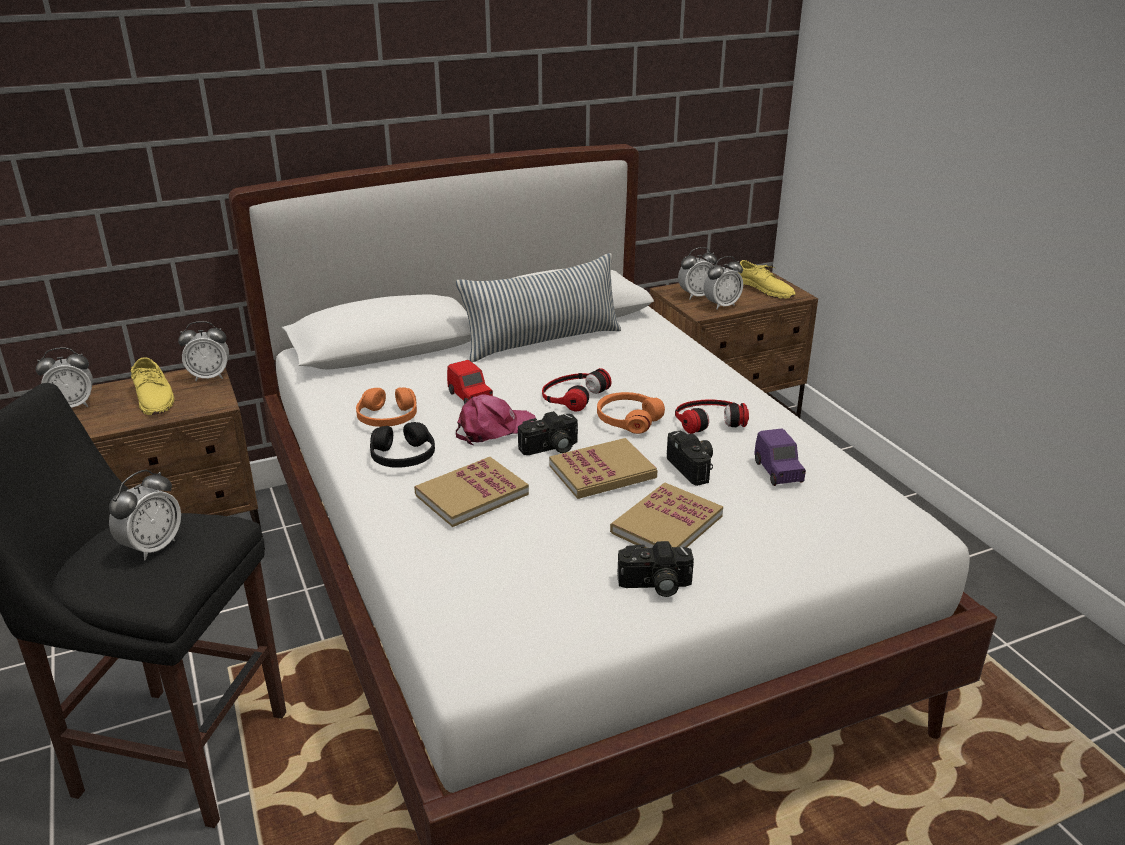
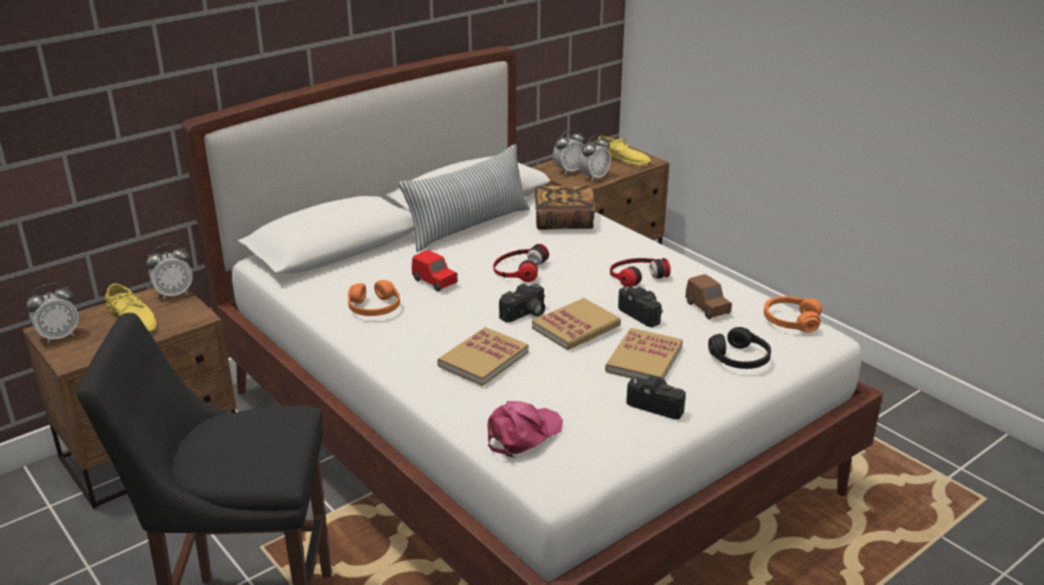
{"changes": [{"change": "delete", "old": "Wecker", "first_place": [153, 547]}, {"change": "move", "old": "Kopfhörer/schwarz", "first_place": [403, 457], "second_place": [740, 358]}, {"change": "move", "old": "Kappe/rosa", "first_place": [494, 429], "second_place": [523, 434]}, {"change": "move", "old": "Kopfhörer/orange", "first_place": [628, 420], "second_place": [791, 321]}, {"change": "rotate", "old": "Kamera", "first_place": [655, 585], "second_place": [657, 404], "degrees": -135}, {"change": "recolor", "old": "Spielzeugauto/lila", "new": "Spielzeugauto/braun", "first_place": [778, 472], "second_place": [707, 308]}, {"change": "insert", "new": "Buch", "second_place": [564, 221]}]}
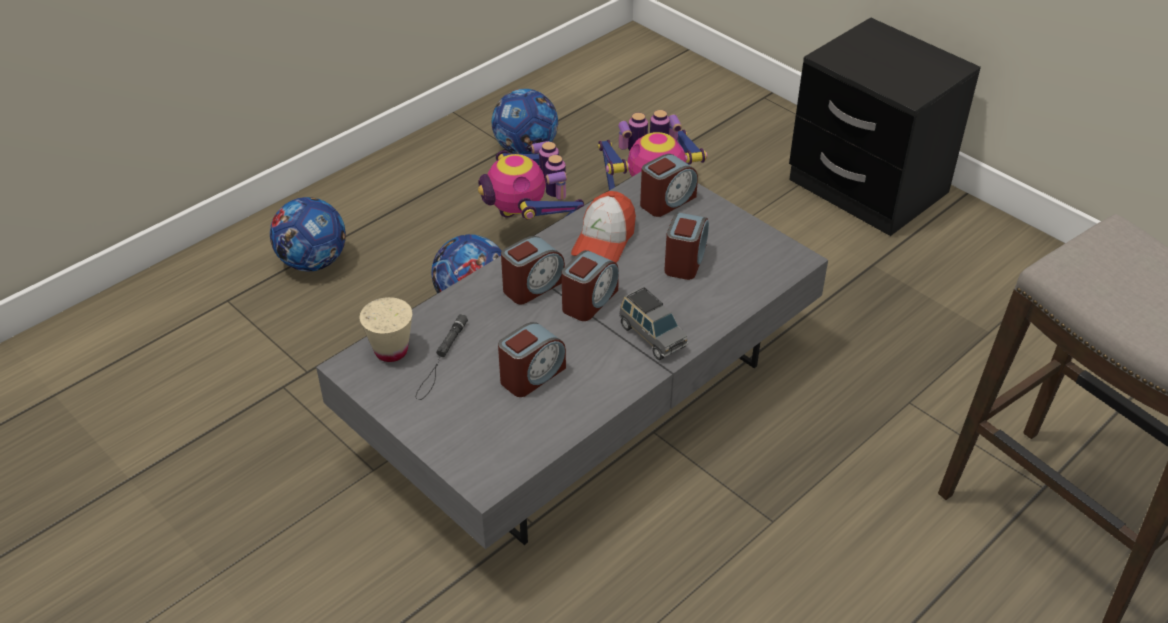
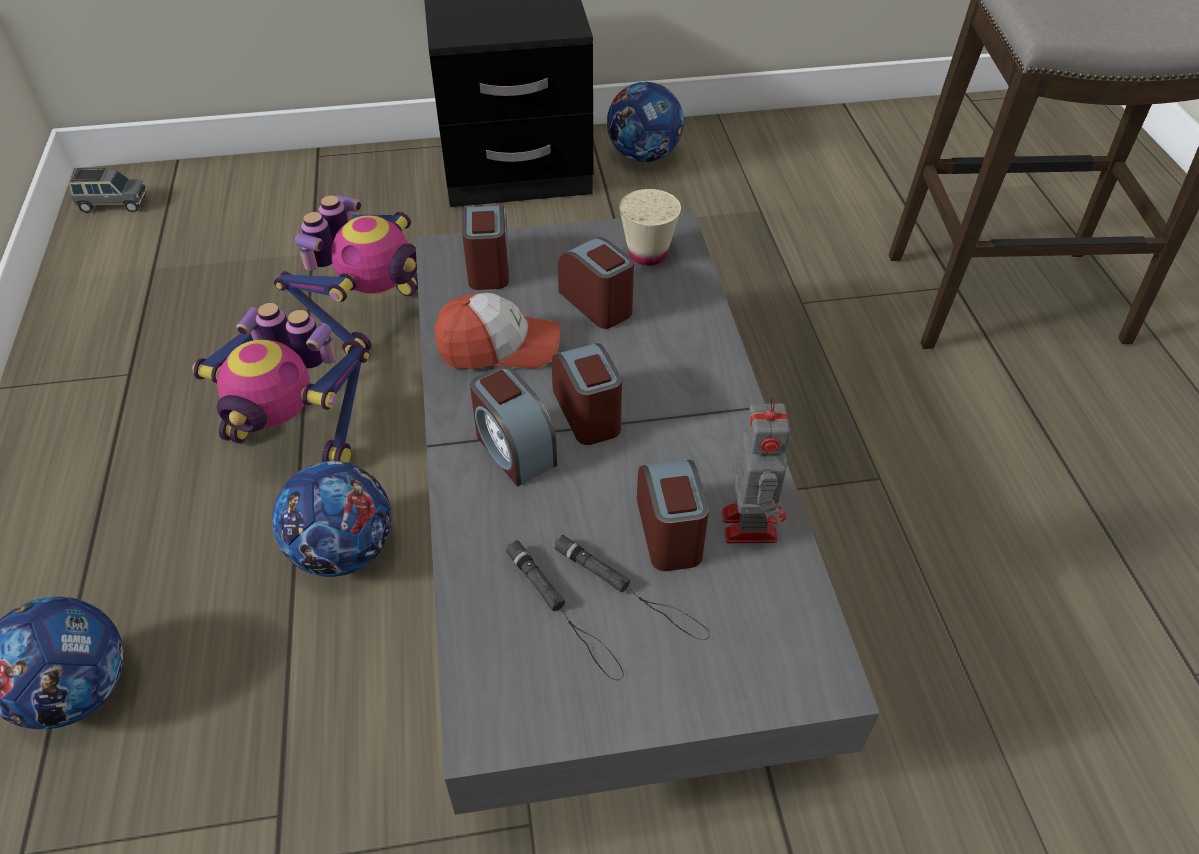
{"changes": [{"change": "move", "old": "Tasse/beige", "first_place": [391, 351], "second_place": [647, 254]}, {"change": "move", "old": "Fußball", "first_place": [526, 149], "second_place": [643, 155]}, {"change": "rotate", "old": "Wecker", "first_place": [533, 286], "second_place": [513, 449], "degrees": 150}, {"change": "rotate", "old": "Kappe", "first_place": [604, 240], "second_place": [499, 347], "degrees": -60}, {"change": "move", "old": "Spielzeugauto/grau", "first_place": [651, 336], "second_place": [113, 204]}, {"change": "insert", "new": "Taschenlampe/schwarz", "second_place": [631, 591]}, {"change": "insert", "new": "Spielzeugroboter", "second_place": [748, 522]}]}
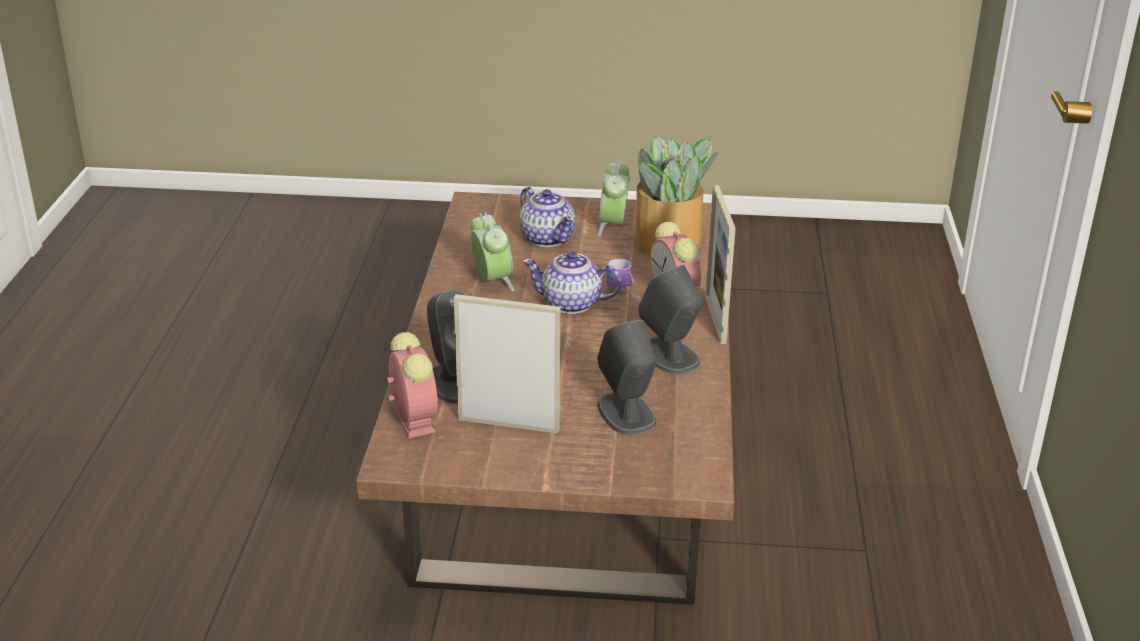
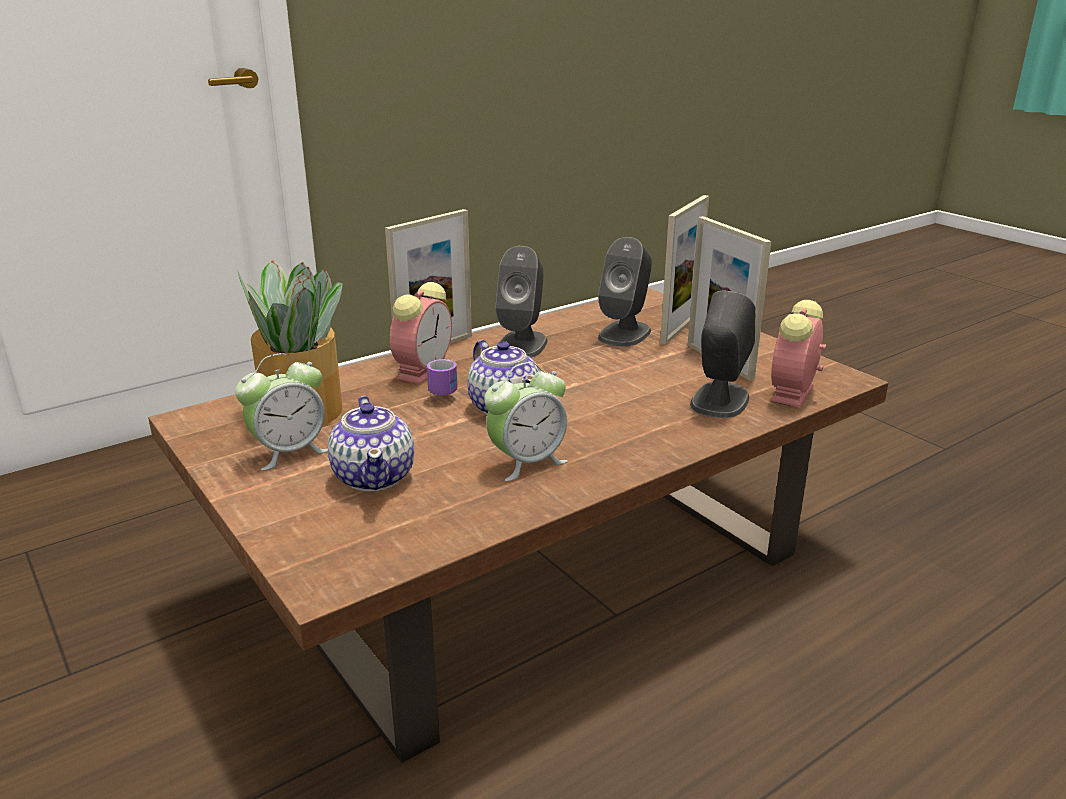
{"changes": [{"change": "rotate", "old": "Wecker", "first_place": [492, 281], "second_place": [527, 462], "degrees": -150}, {"change": "rotate", "old": "Teekanne", "first_place": [547, 238], "second_place": [375, 476], "degrees": 150}, {"change": "insert", "new": "Bilderrahmen", "second_place": [680, 328]}]}
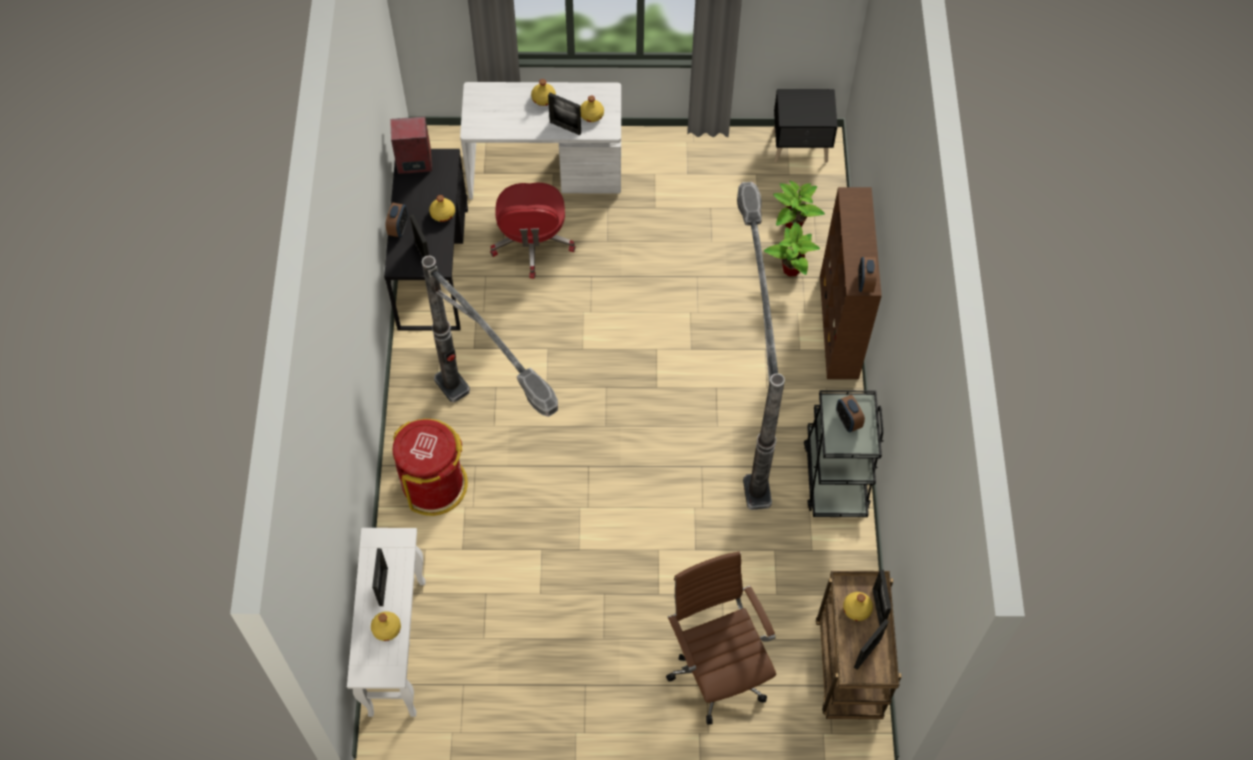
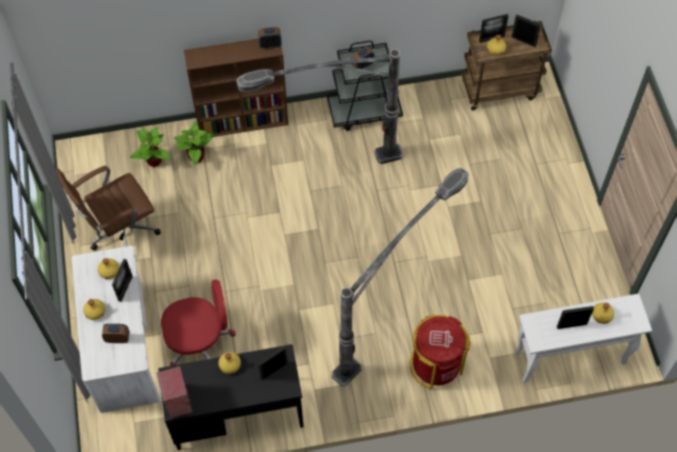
{"changes": [{"change": "move", "old": "Wecker", "first_place": [398, 228], "second_place": [118, 338]}, {"change": "move", "old": "Bürostuhl/braun", "first_place": [717, 669], "second_place": [120, 234]}, {"change": "delete", "old": "Nachttisch/schwarz", "first_place": [801, 148]}]}
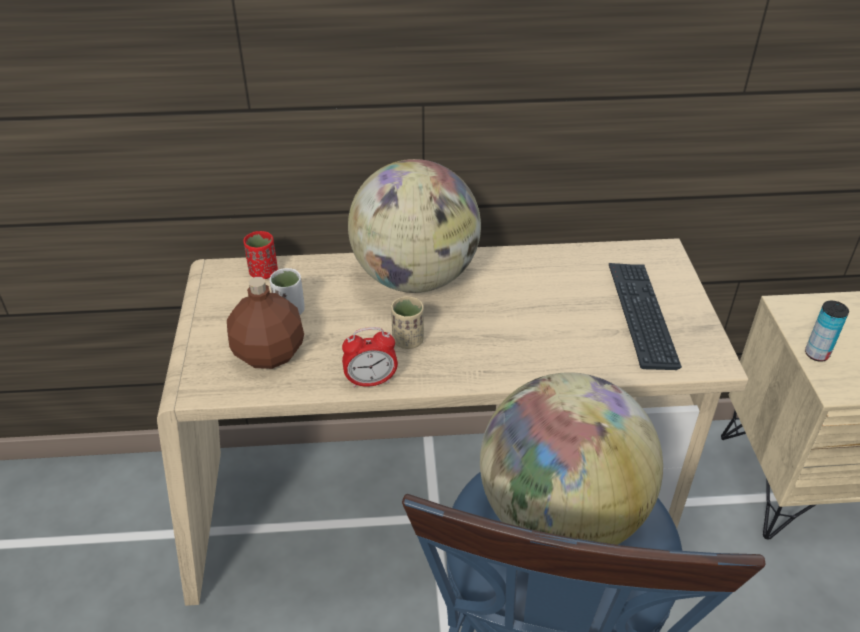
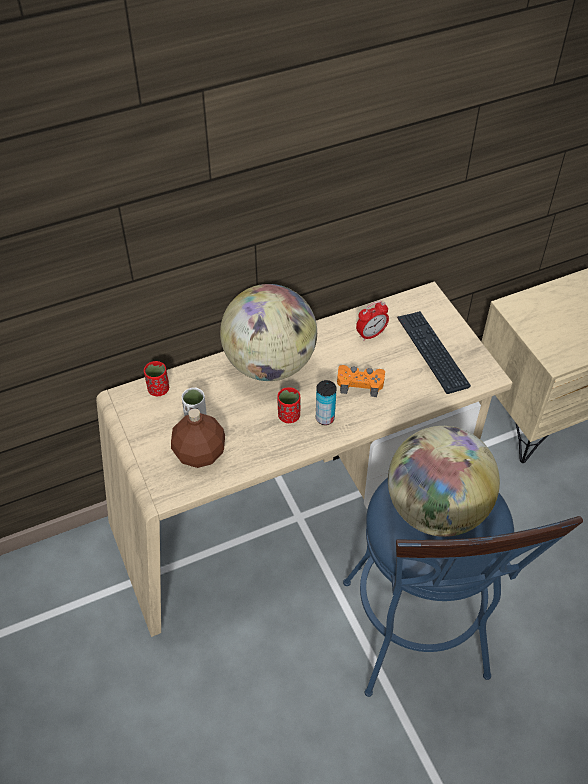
{"changes": [{"change": "move", "old": "Wecker", "first_place": [371, 381], "second_place": [371, 334]}, {"change": "recolor", "old": "Tasse/beige", "new": "Tasse/rot", "first_place": [408, 340], "second_place": [289, 416]}, {"change": "move", "old": "Dose", "first_place": [816, 354], "second_place": [325, 418]}, {"change": "insert", "new": "Gamepad/orange", "second_place": [360, 383]}]}
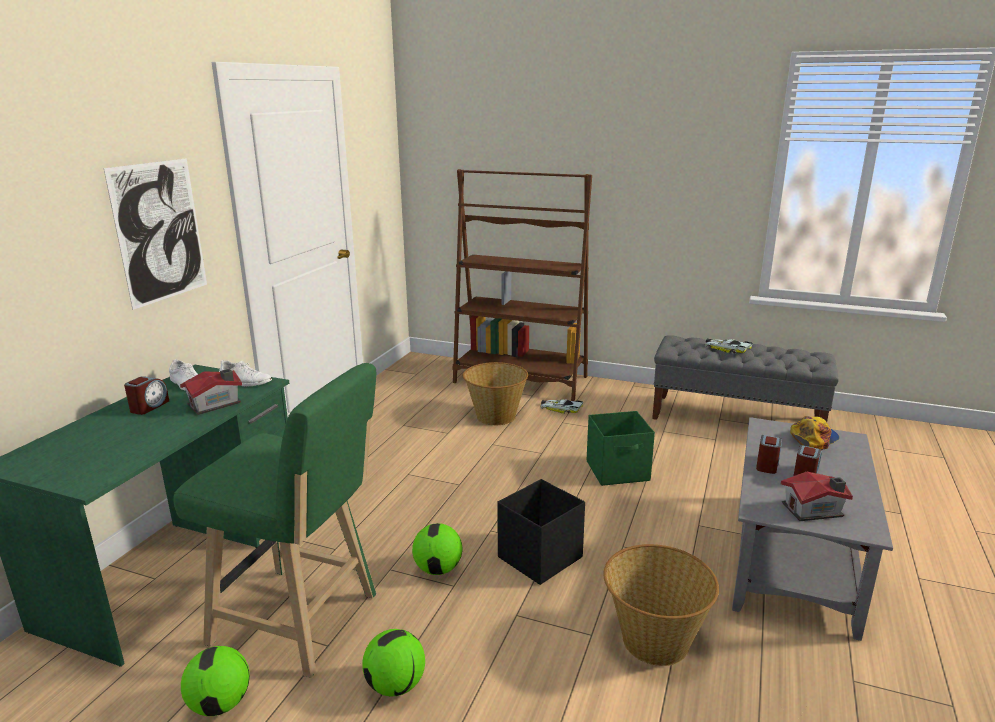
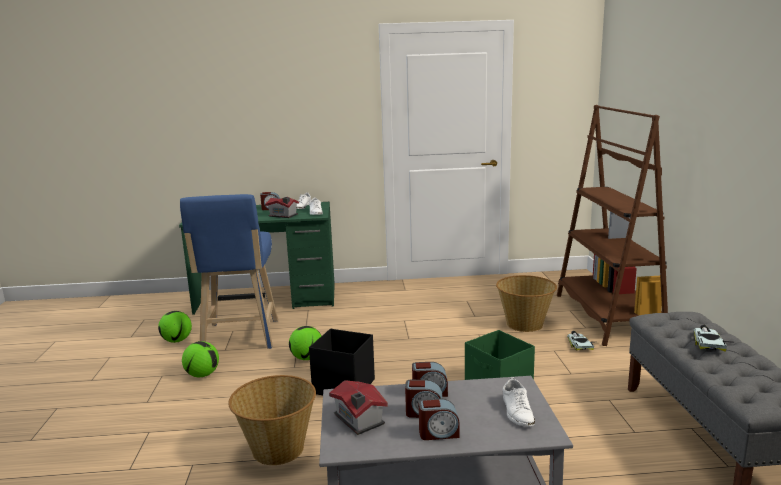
{"changes": [{"change": "delete", "old": "Bild", "first_place": [160, 232]}, {"change": "recolor", "old": "Hocker/grün", "new": "Hocker/blau", "first_place": [302, 621], "second_place": [240, 338]}, {"change": "replace", "old": "Kappe", "new": "Schuh/weiß", "first_place": [813, 438], "second_place": [517, 411]}, {"change": "insert", "new": "Wecker", "second_place": [438, 433]}]}
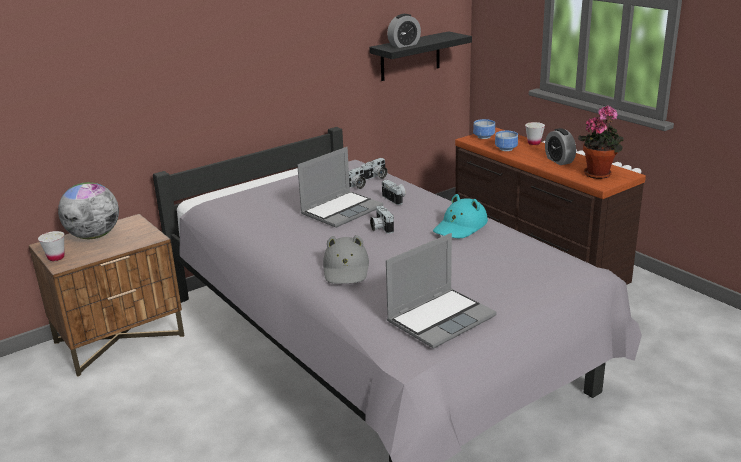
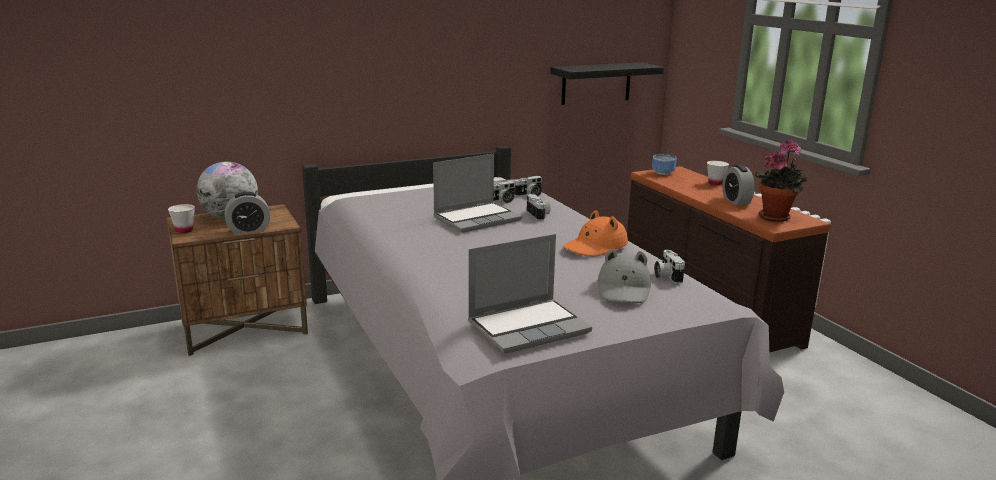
{"changes": [{"change": "move", "old": "Hut/grau", "first_place": [346, 269], "second_place": [624, 289]}, {"change": "move", "old": "Kamera", "first_place": [380, 228], "second_place": [666, 276]}, {"change": "move", "old": "Wecker", "first_place": [404, 45], "second_place": [249, 230]}, {"change": "recolor", "old": "Hut/türkis", "new": "Hut/orange", "first_place": [460, 227], "second_place": [595, 246]}, {"change": "delete", "old": "Schüssel", "first_place": [505, 148]}]}
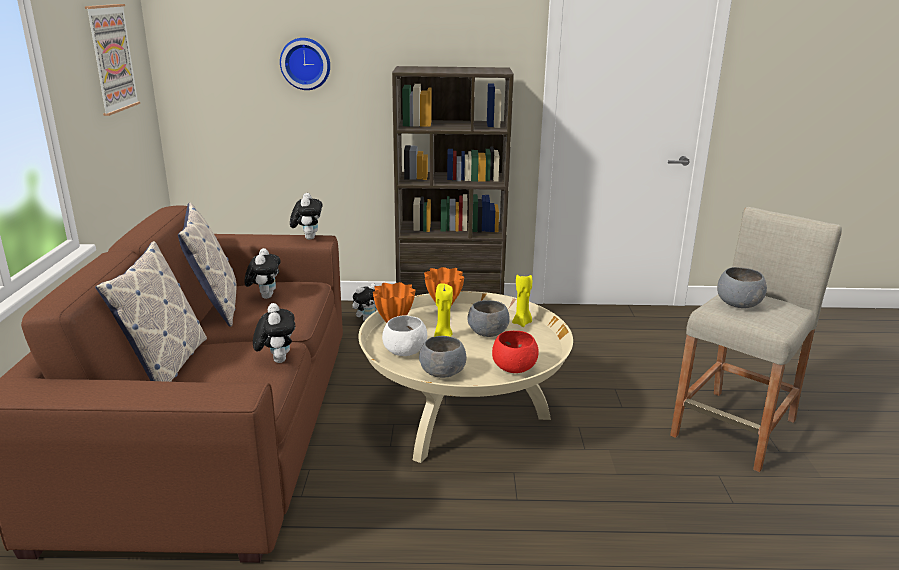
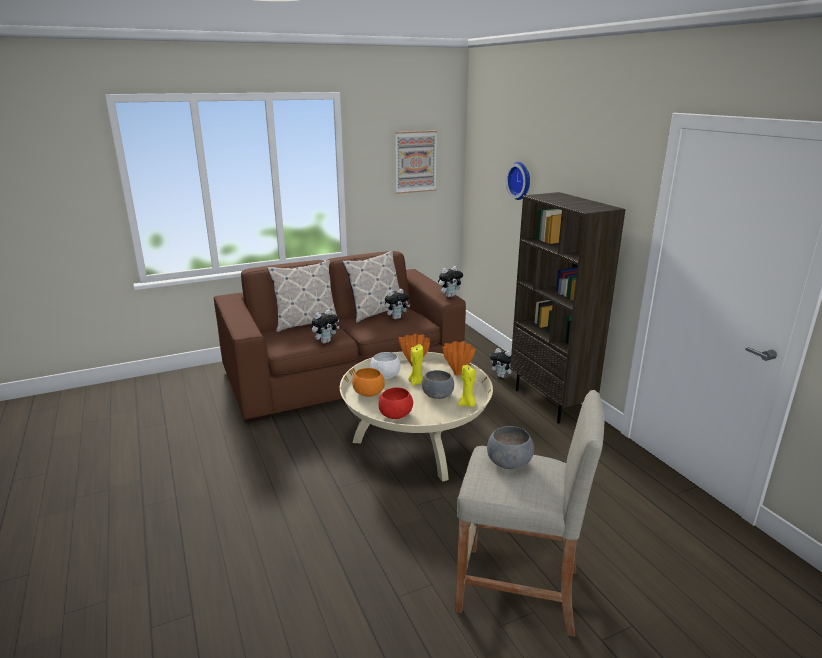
{"changes": [{"change": "recolor", "old": "Schüssel/grau", "new": "Schüssel/orange", "first_place": [443, 372], "second_place": [369, 393]}]}
